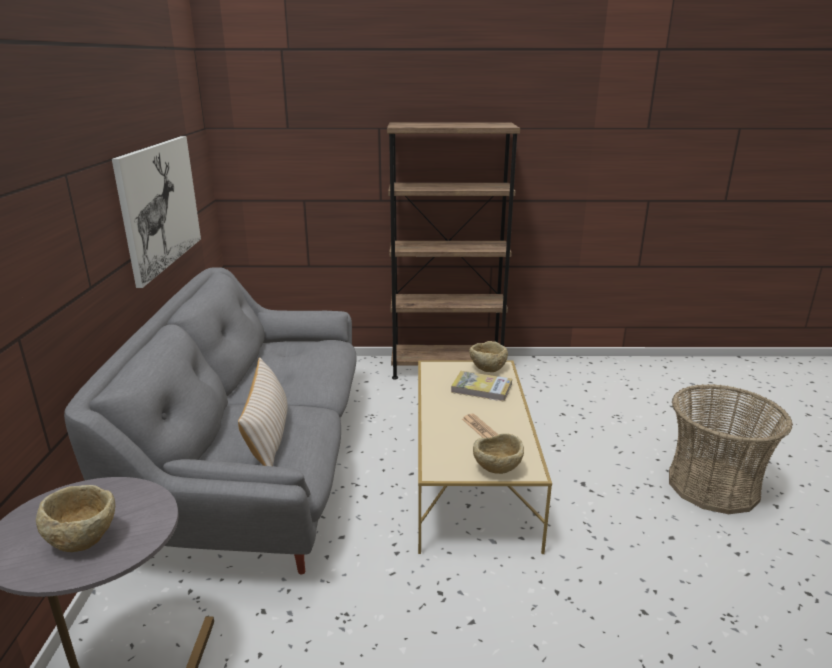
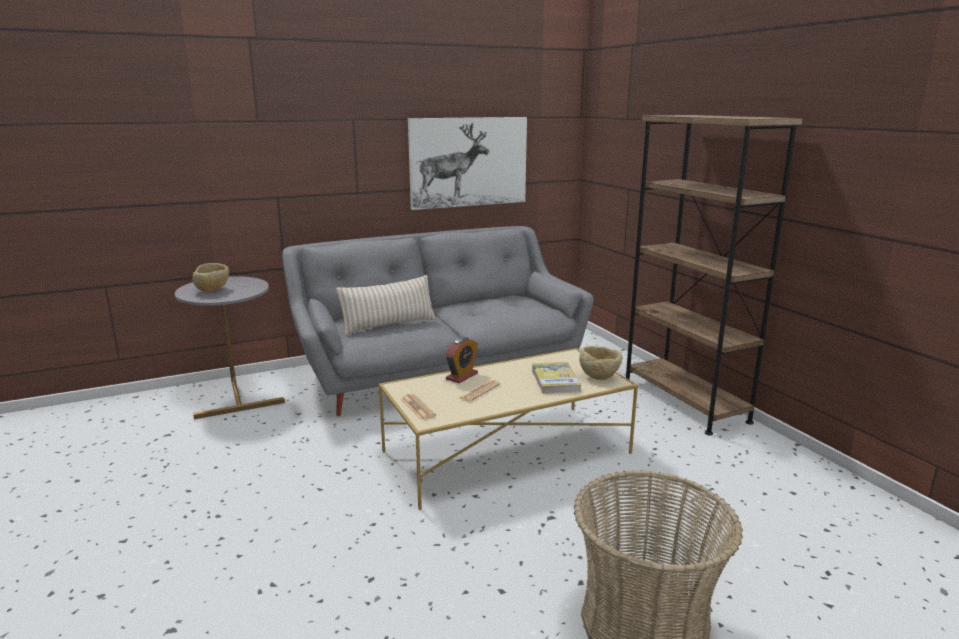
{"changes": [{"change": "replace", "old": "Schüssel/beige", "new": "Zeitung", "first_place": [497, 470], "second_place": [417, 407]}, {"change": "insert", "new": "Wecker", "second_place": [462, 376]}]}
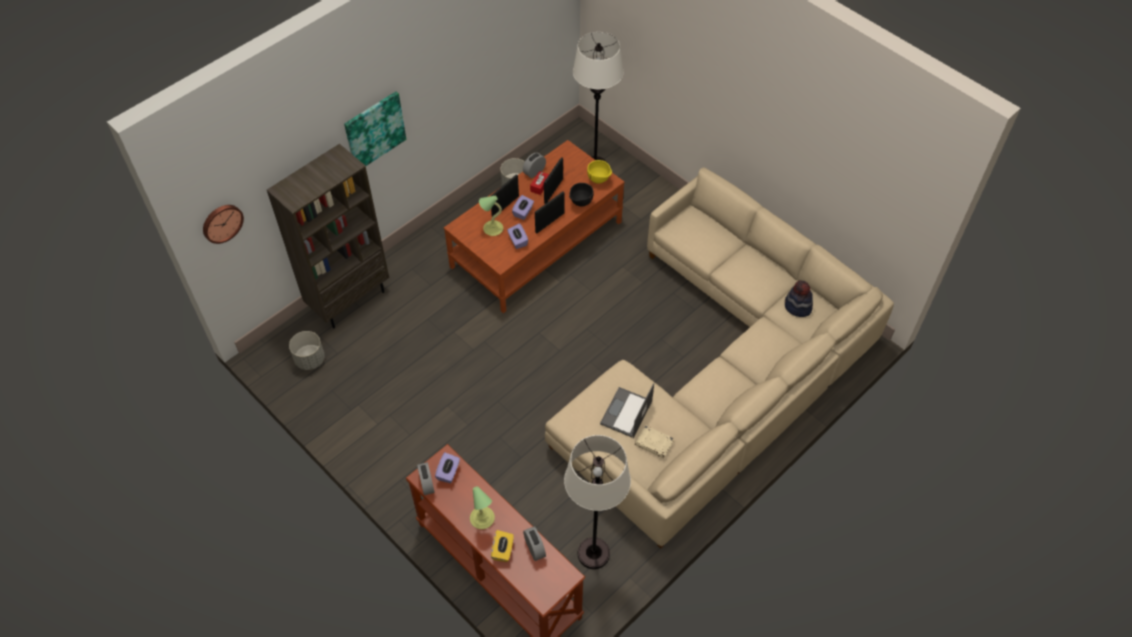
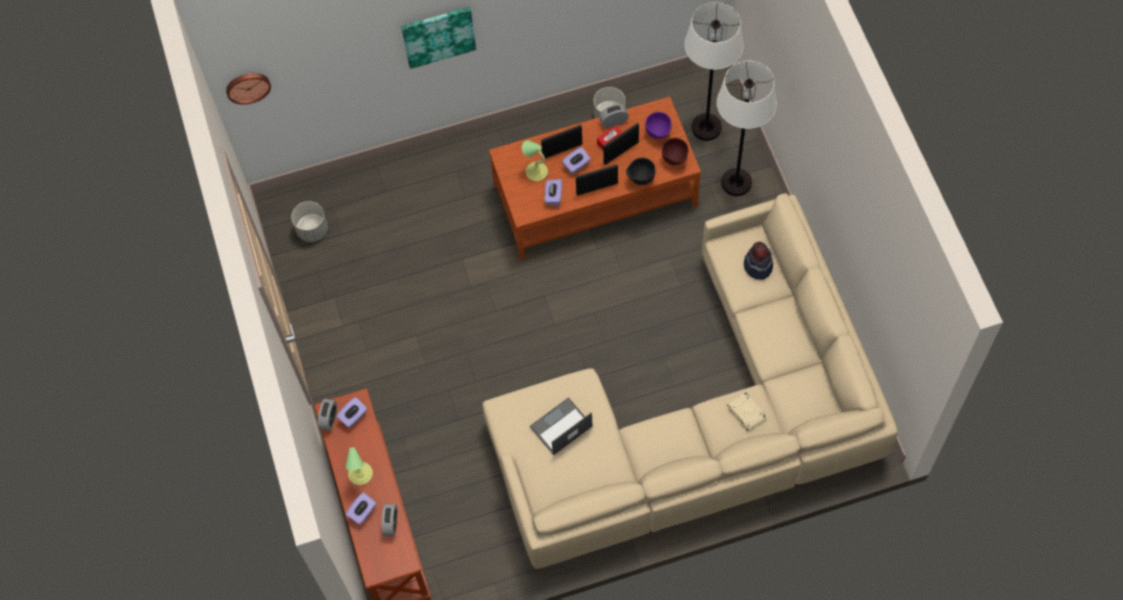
{"changes": [{"change": "delete", "old": "Bücherregal/braun", "first_place": [349, 300]}, {"change": "recolor", "old": "Taschentuchbox/gelb", "new": "Taschentuchbox/lila", "first_place": [503, 550], "second_place": [362, 512]}, {"change": "move", "old": "Stehlampe/weiß", "first_place": [593, 554], "second_place": [736, 183]}, {"change": "recolor", "old": "Schüssel/gelb", "new": "Schüssel/braun", "first_place": [599, 180], "second_place": [675, 160]}, {"change": "move", "old": "Buch/beige", "first_place": [654, 443], "second_place": [746, 412]}, {"change": "move", "old": "Hut", "first_place": [797, 306], "second_place": [757, 266]}, {"change": "insert", "new": "Schüssel/lila", "second_place": [658, 134]}]}
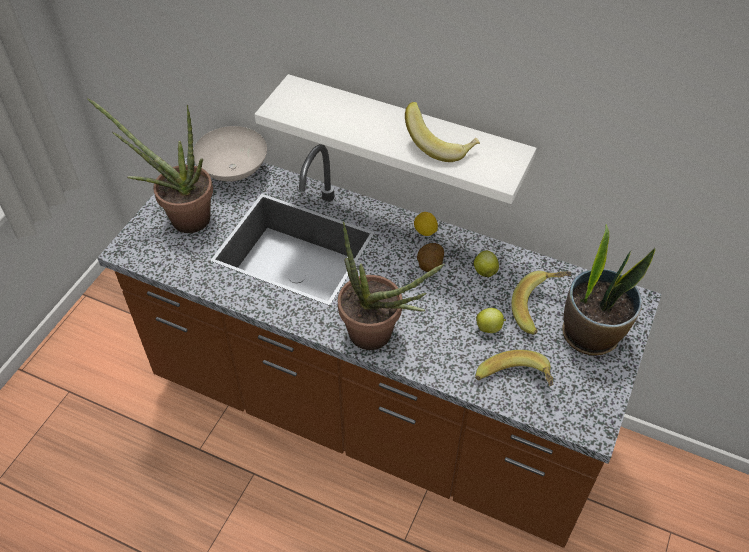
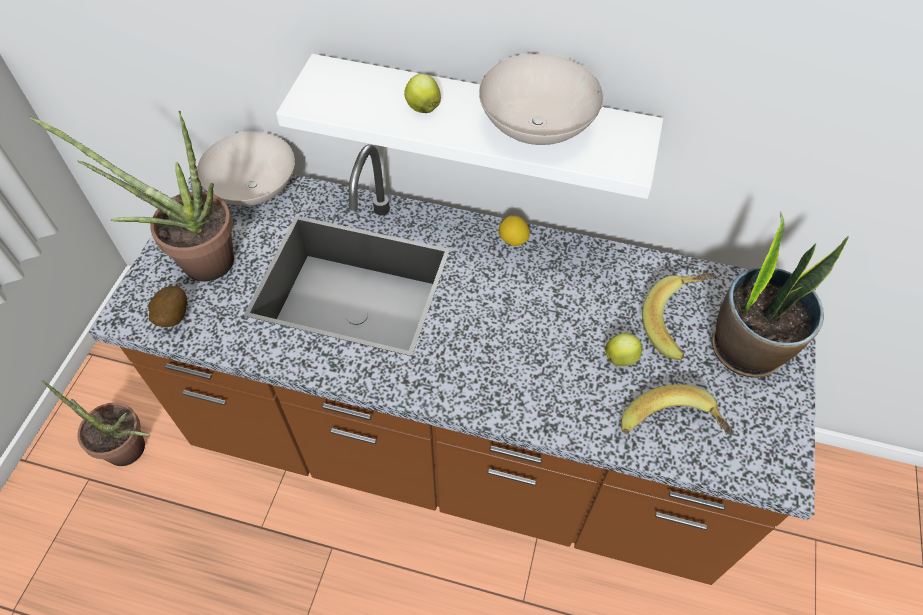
{"changes": [{"change": "move", "old": "Topfpflanze", "first_place": [378, 338], "second_place": [132, 452]}, {"change": "replace", "old": "Banane", "new": "Schüssel/weiß", "first_place": [440, 145], "second_place": [538, 129]}, {"change": "move", "old": "Kartoffel", "first_place": [429, 267], "second_place": [172, 318]}, {"change": "move", "old": "Apfel", "first_place": [484, 271], "second_place": [423, 107]}]}
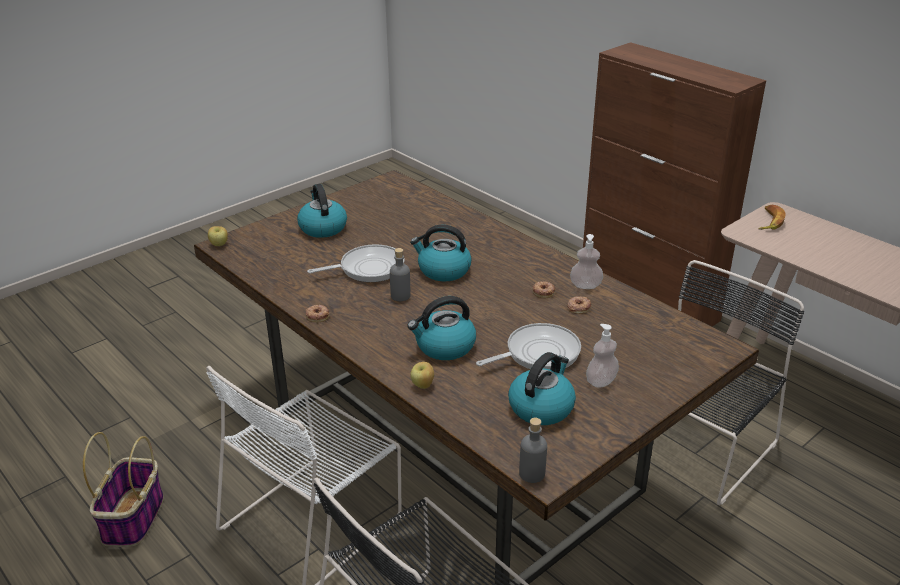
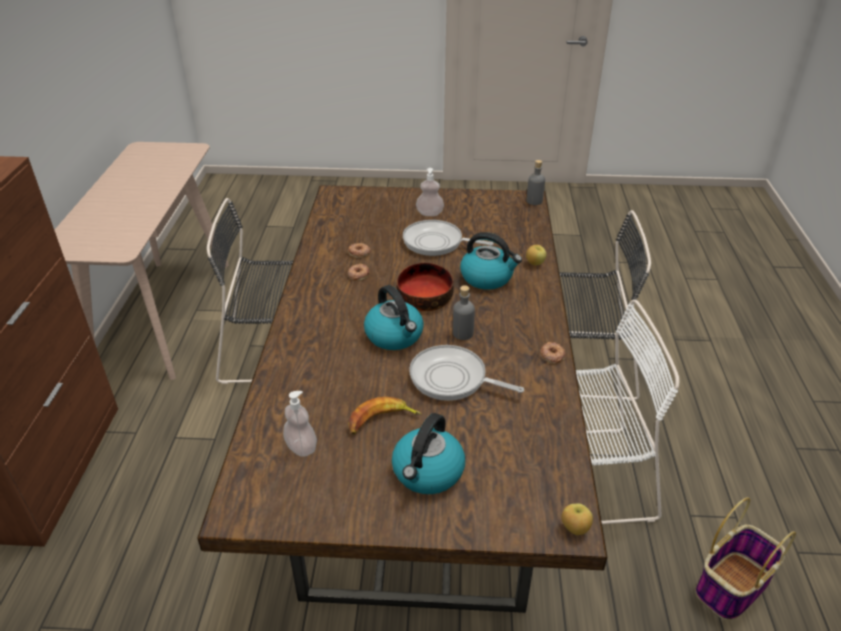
{"changes": [{"change": "delete", "old": "Wasserkessel", "first_place": [541, 407]}, {"change": "move", "old": "Seifenspender", "first_place": [585, 285], "second_place": [301, 447]}, {"change": "move", "old": "Banane", "first_place": [769, 221], "second_place": [381, 421]}, {"change": "insert", "new": "Schüssel", "second_place": [424, 297]}]}
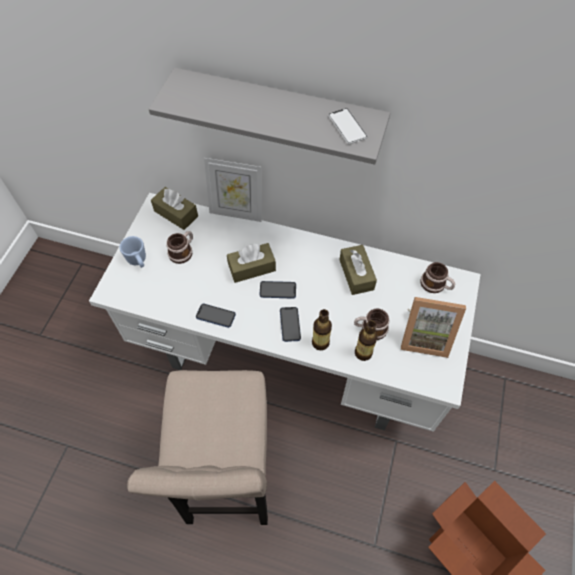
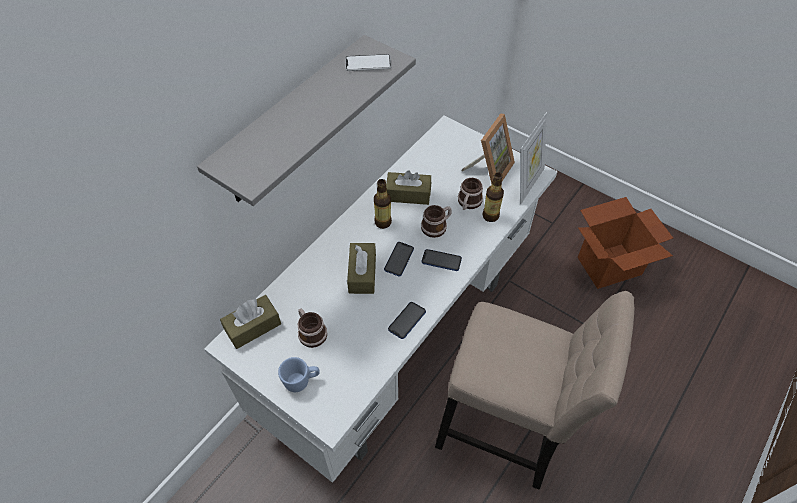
{"changes": [{"change": "move", "old": "Bilderrahmen", "first_place": [236, 213], "second_place": [527, 183]}, {"change": "move", "old": "Flasche", "first_place": [320, 342], "second_place": [383, 222]}, {"change": "move", "old": "Henkelbecher", "first_place": [436, 285], "second_place": [436, 226]}]}
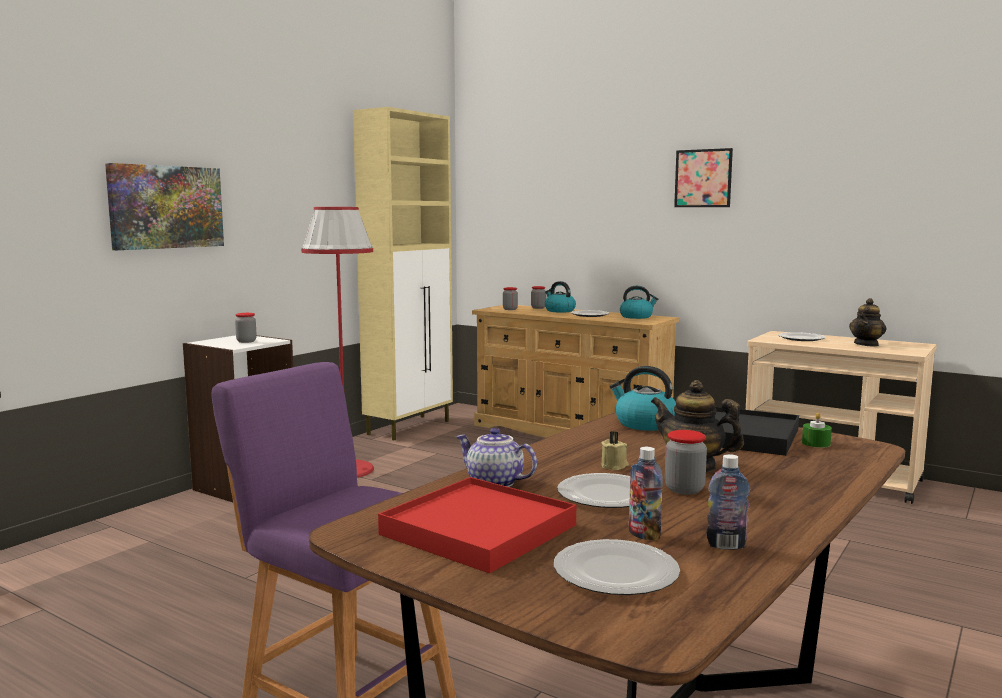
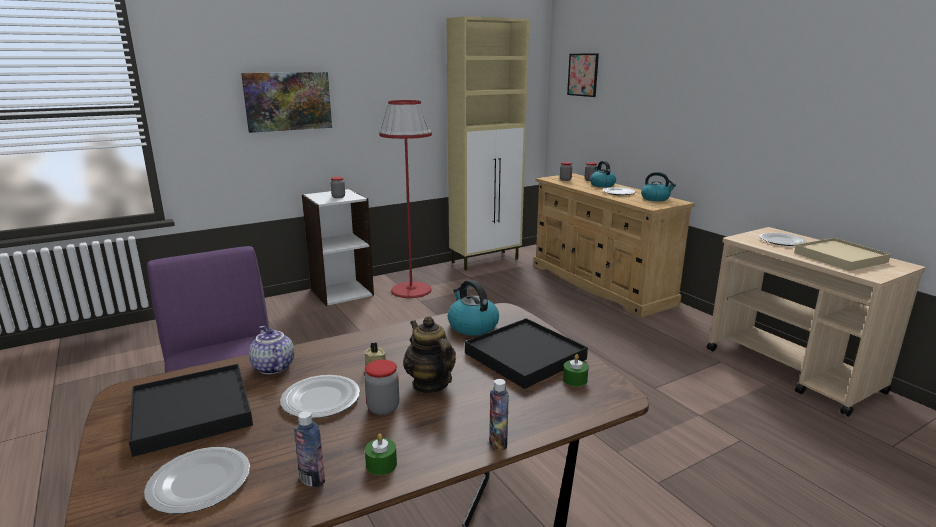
{"changes": [{"change": "recolor", "old": "Tablett/rot", "new": "Tablett/schwarz", "first_place": [478, 530], "second_place": [191, 412]}, {"change": "move", "old": "Flasche", "first_place": [644, 535], "second_place": [498, 442]}, {"change": "move", "old": "Bild", "first_place": [703, 178], "second_place": [583, 75]}, {"change": "replace", "old": "Teekanne", "new": "Tablett/beige", "first_place": [866, 344], "second_place": [840, 257]}, {"change": "insert", "new": "Kerze/grün", "second_place": [381, 464]}]}
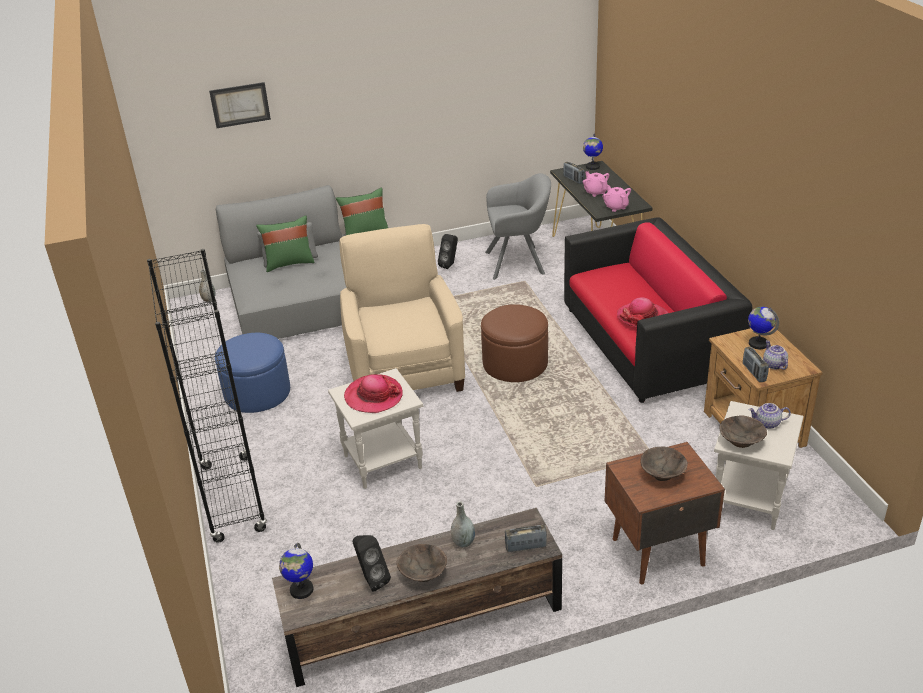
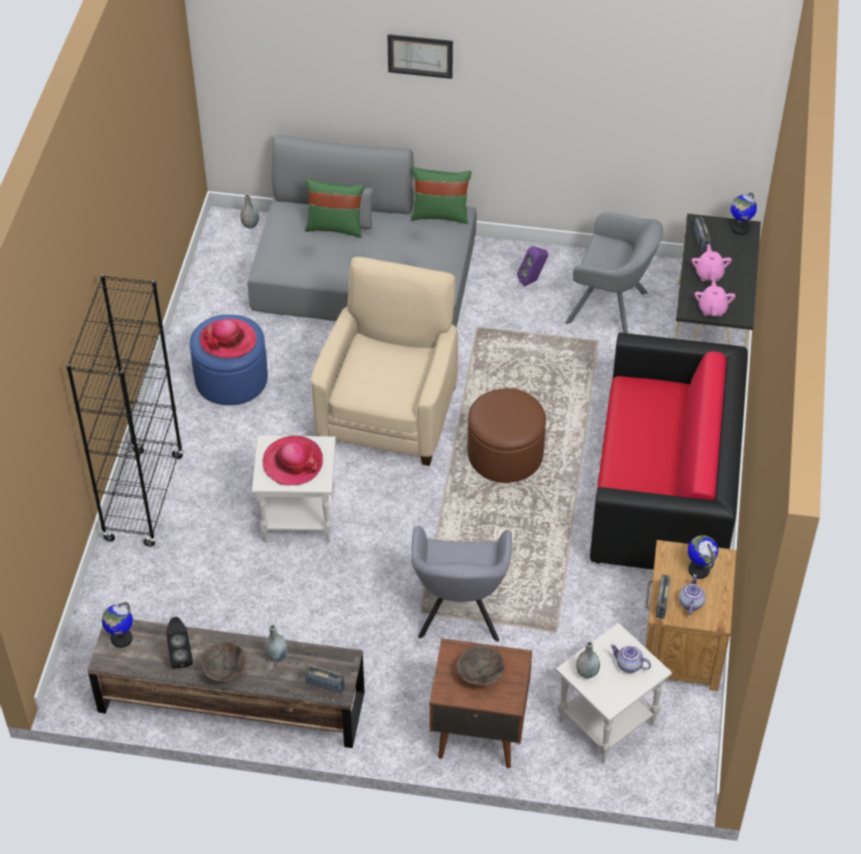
{"changes": [{"change": "move", "old": "Bild", "first_place": [240, 105], "second_place": [420, 55]}, {"change": "recolor", "old": "Lautsprecher/schwarz", "new": "Lautsprecher/lila", "first_place": [450, 265], "second_place": [532, 280]}, {"change": "move", "old": "Hut", "first_place": [642, 317], "second_place": [228, 340]}, {"change": "replace", "old": "Schüssel/braun", "new": "Vase/grau", "first_place": [741, 441], "second_place": [587, 672]}, {"change": "insert", "new": "Sessel/grau", "second_place": [459, 614]}]}
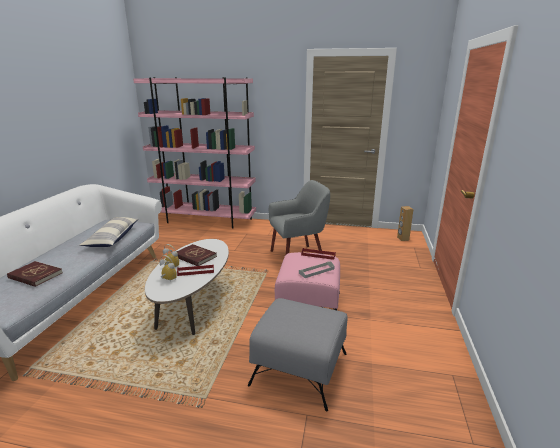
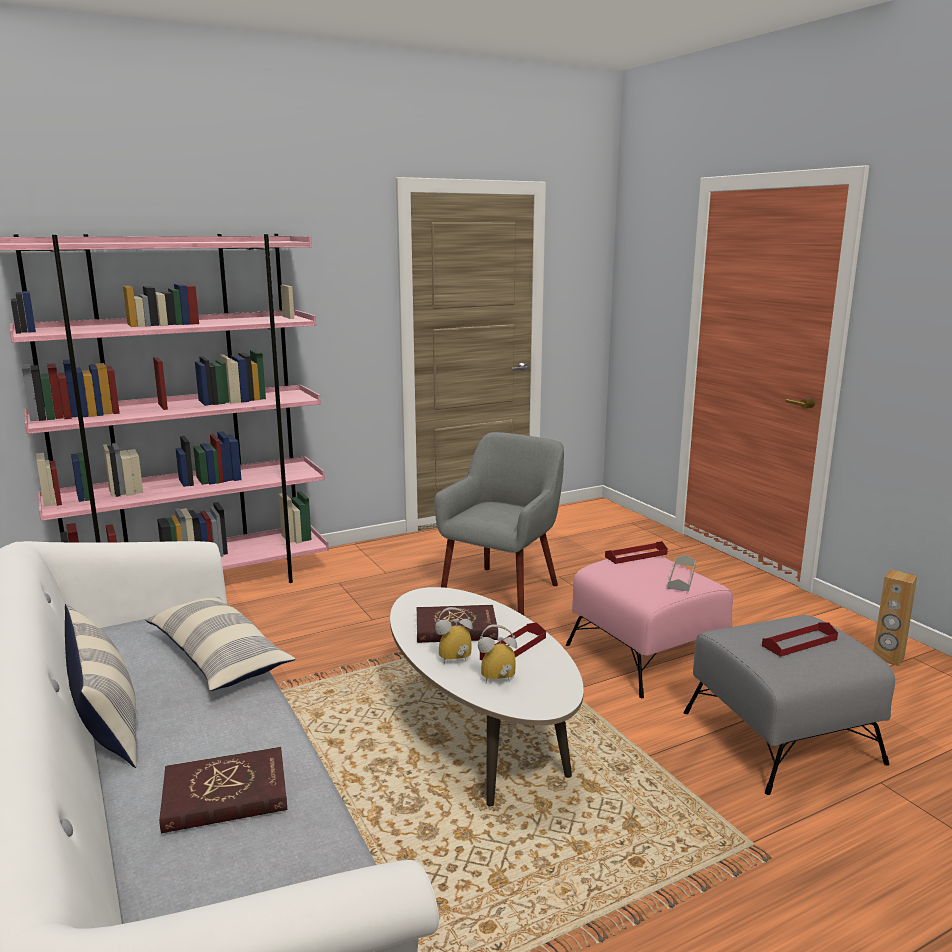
{"changes": [{"change": "move", "old": "Lautsprecher/braun", "first_place": [402, 238], "second_place": [888, 658]}, {"change": "insert", "new": "Kissen", "second_place": [106, 717]}, {"change": "insert", "new": "Tablett/rot", "second_place": [799, 642]}]}
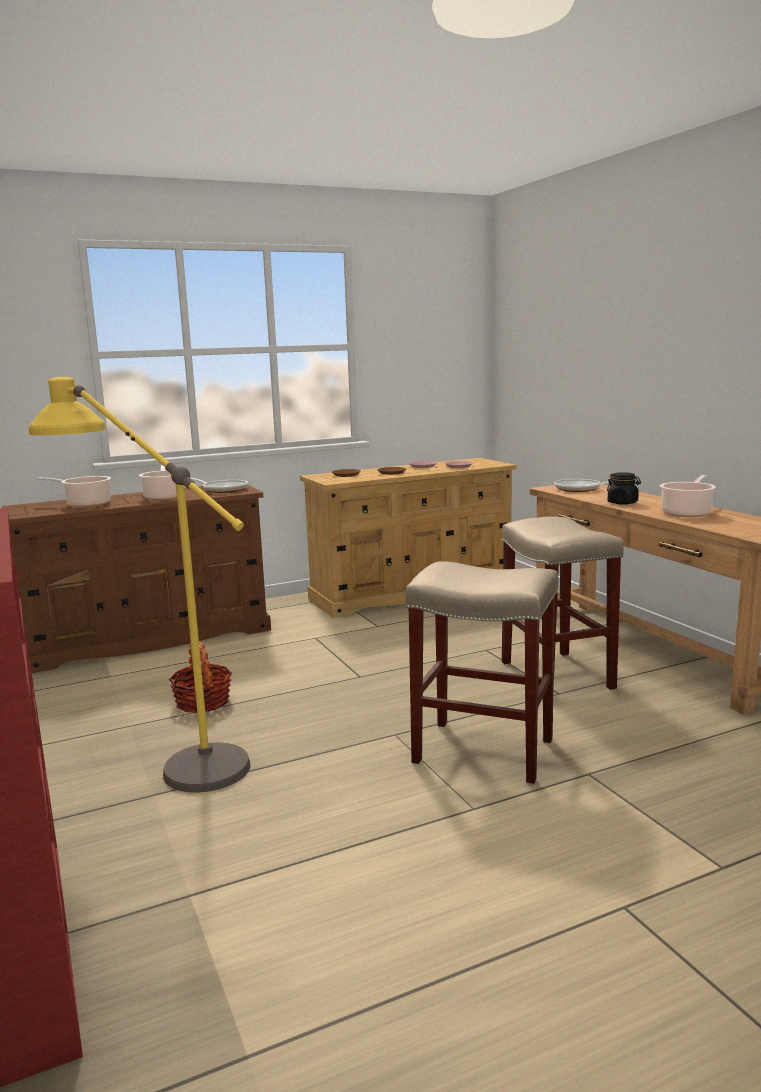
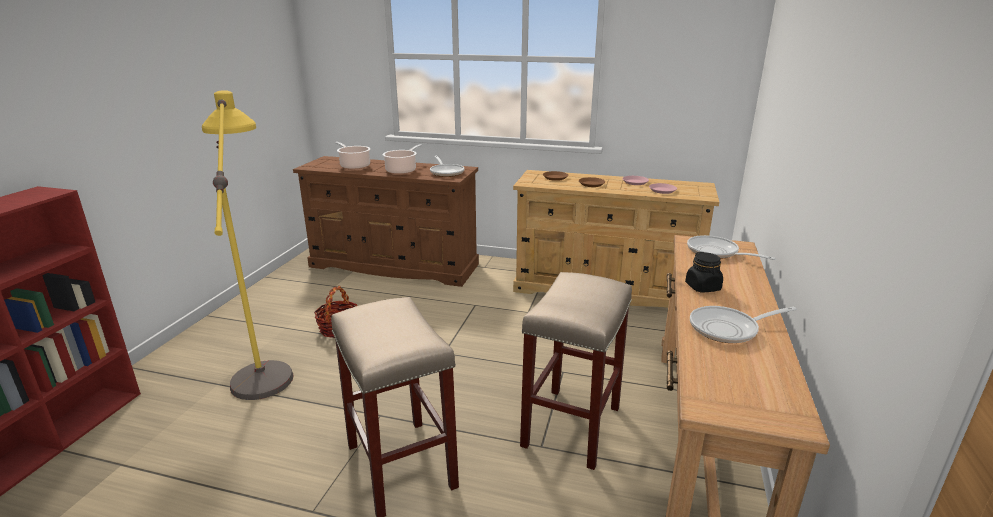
{"changes": [{"change": "replace", "old": "Kochtopf", "new": "Pfanne", "first_place": [687, 513], "second_place": [728, 329]}]}
